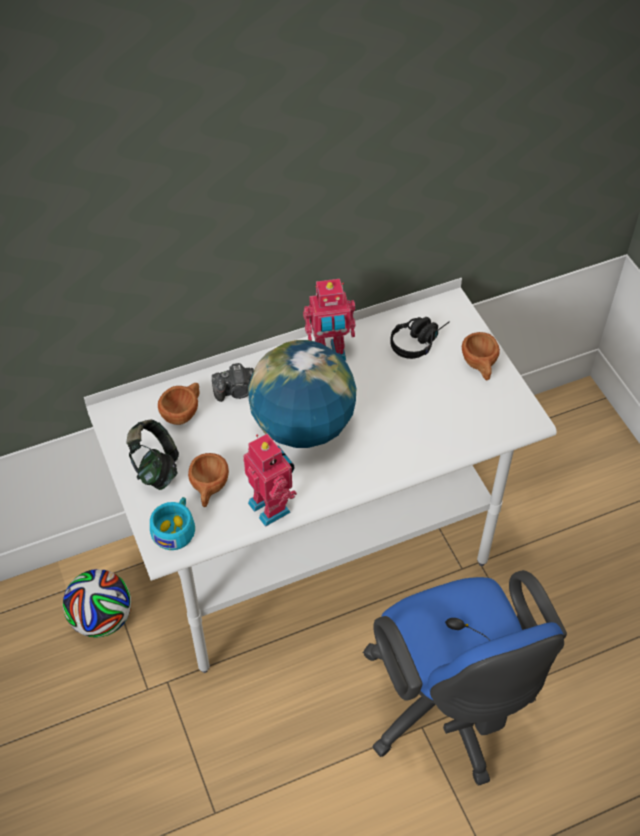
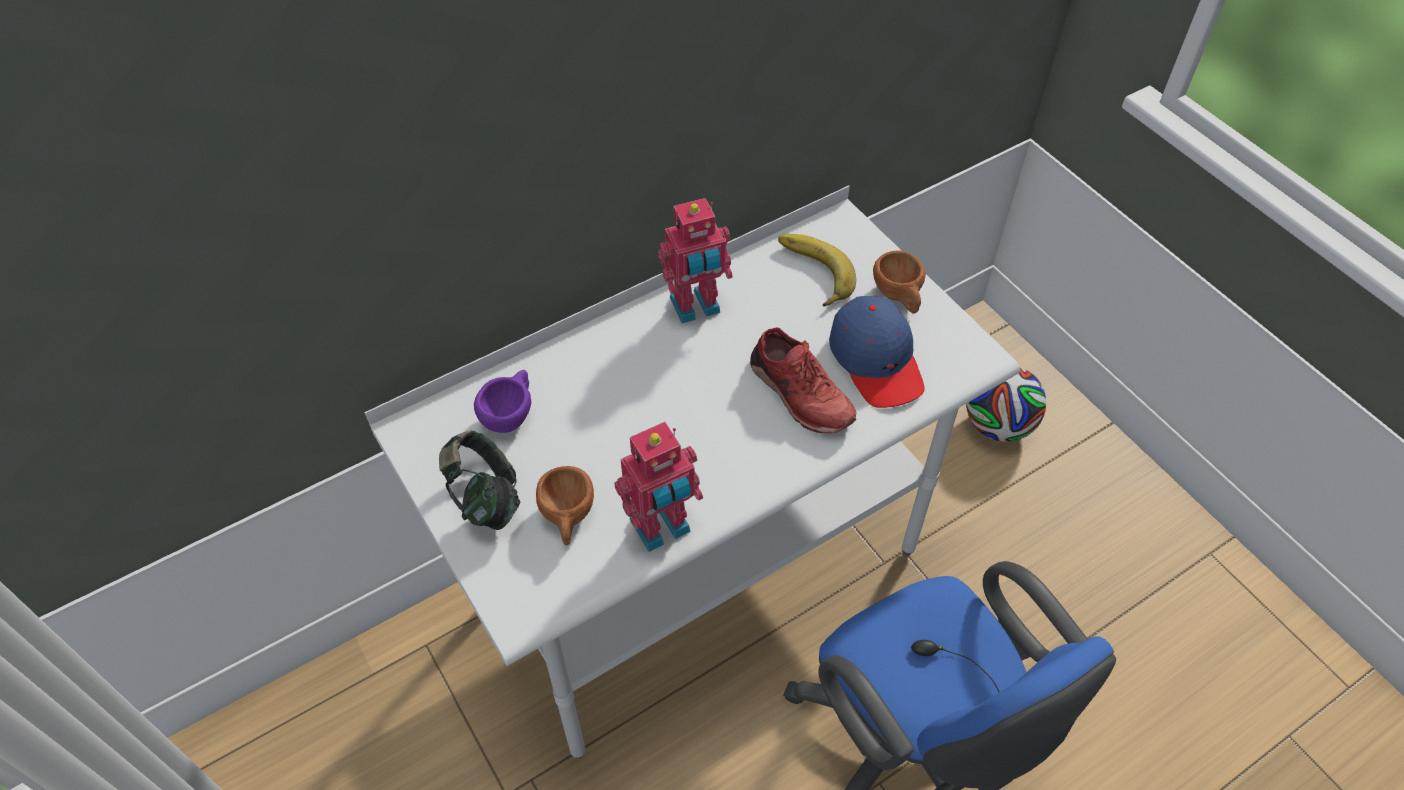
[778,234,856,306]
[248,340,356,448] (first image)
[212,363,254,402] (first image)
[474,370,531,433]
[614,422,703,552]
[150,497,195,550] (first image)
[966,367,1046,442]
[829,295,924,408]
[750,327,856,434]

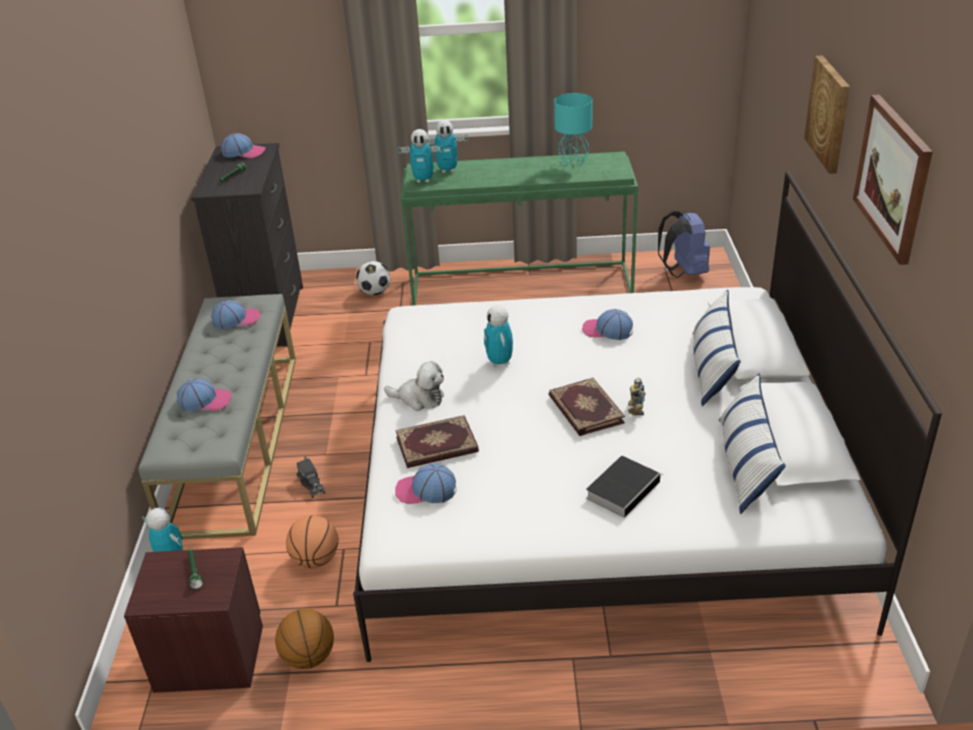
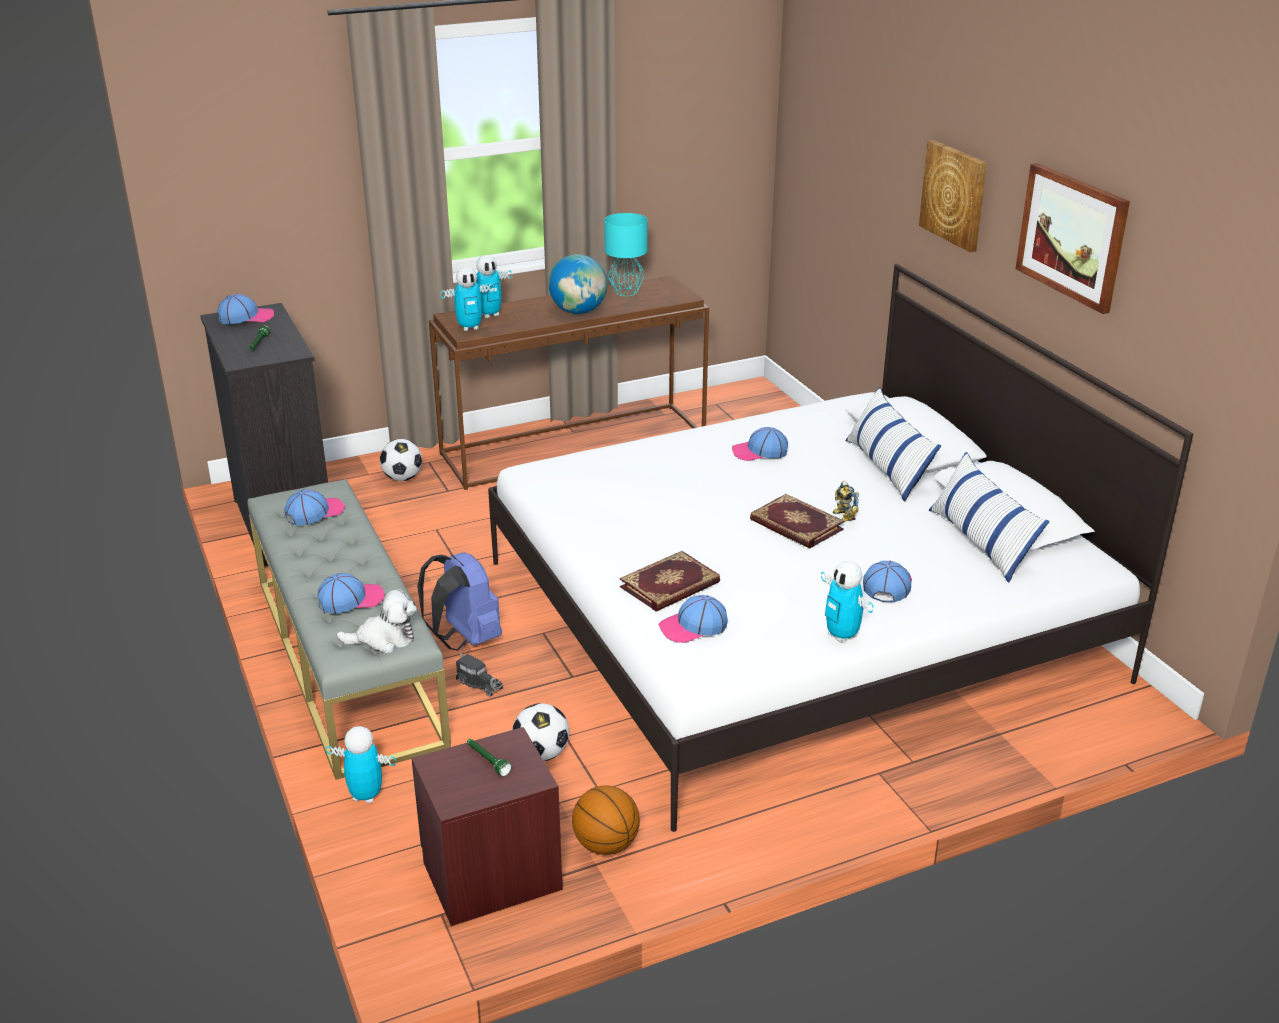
[429,276,709,490]
[417,553,502,651]
[821,561,874,643]
[337,589,417,653]
[863,561,912,602]
[512,703,570,761]
[549,254,607,314]

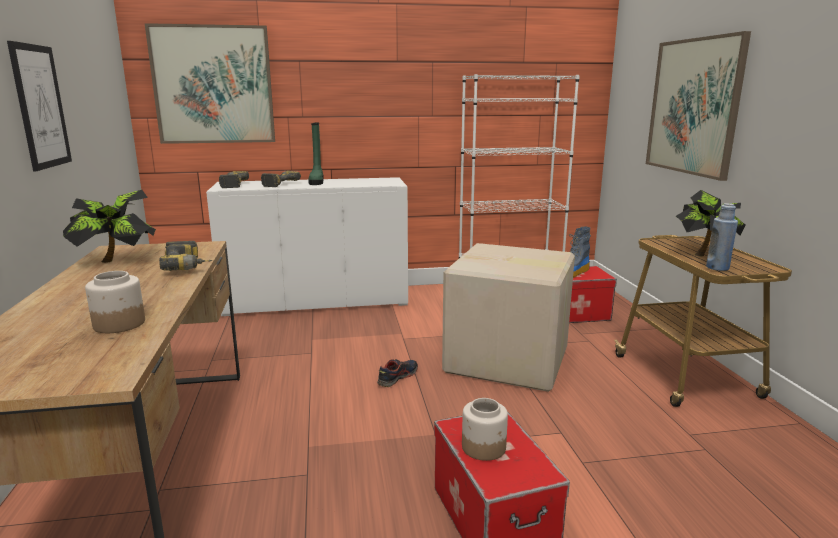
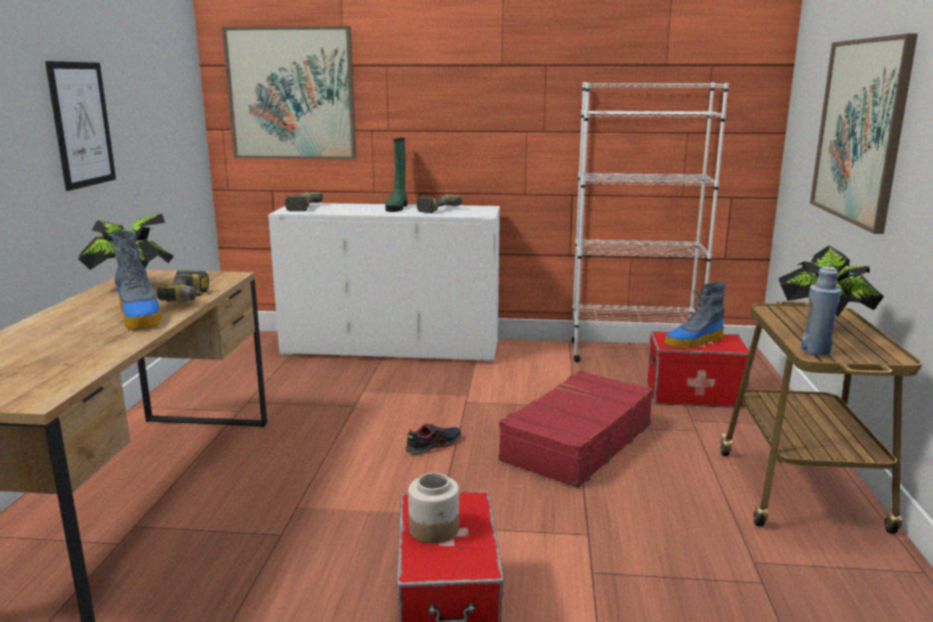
[416,194,462,213]
[499,370,653,488]
[85,271,145,333] (first image)
[110,231,162,330]

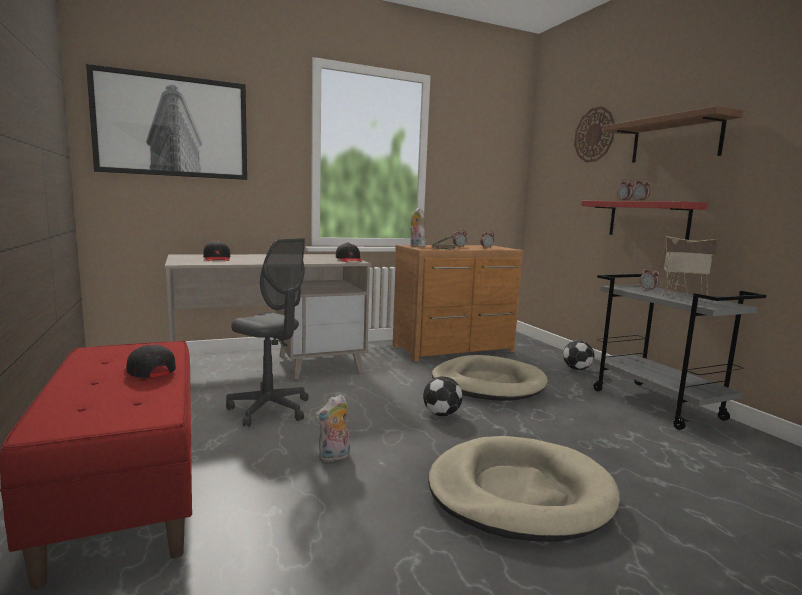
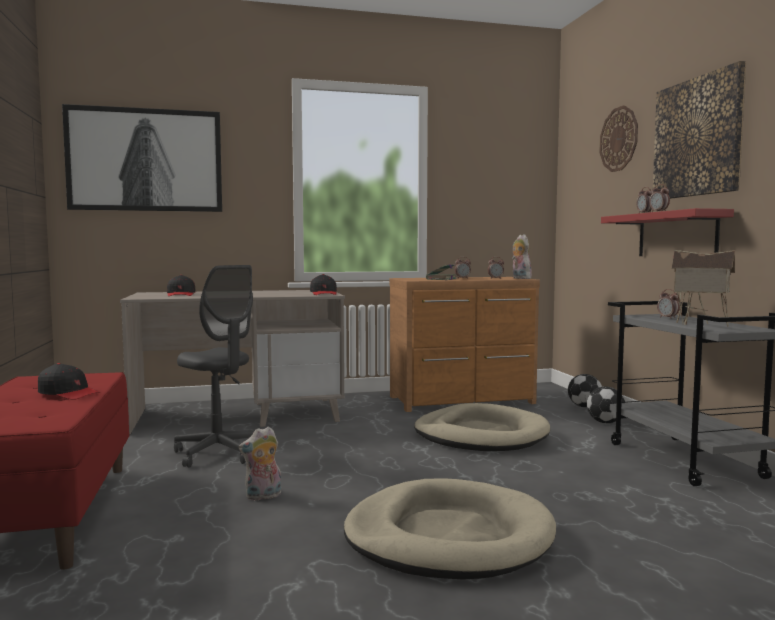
[653,61,746,199]
[512,234,532,279]
[38,363,101,399]
[568,374,602,407]

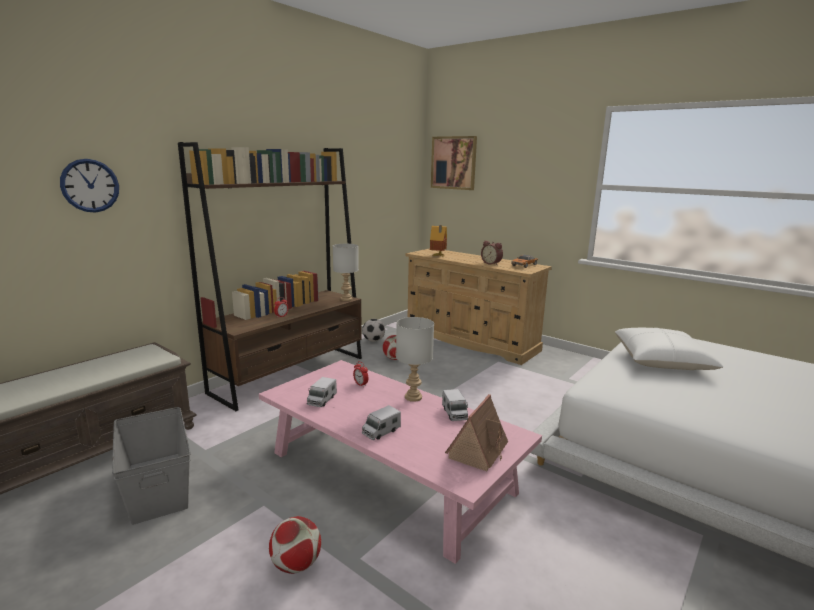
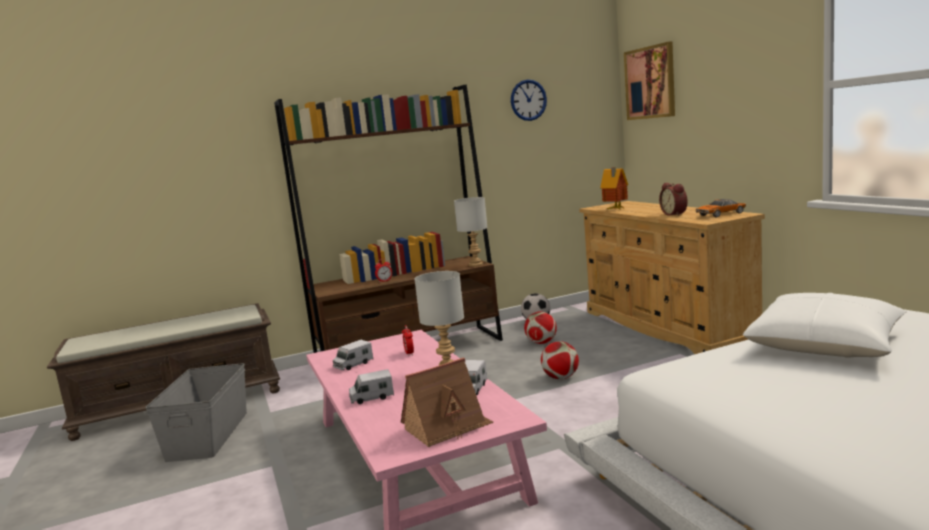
[511,79,547,121]
[541,342,579,379]

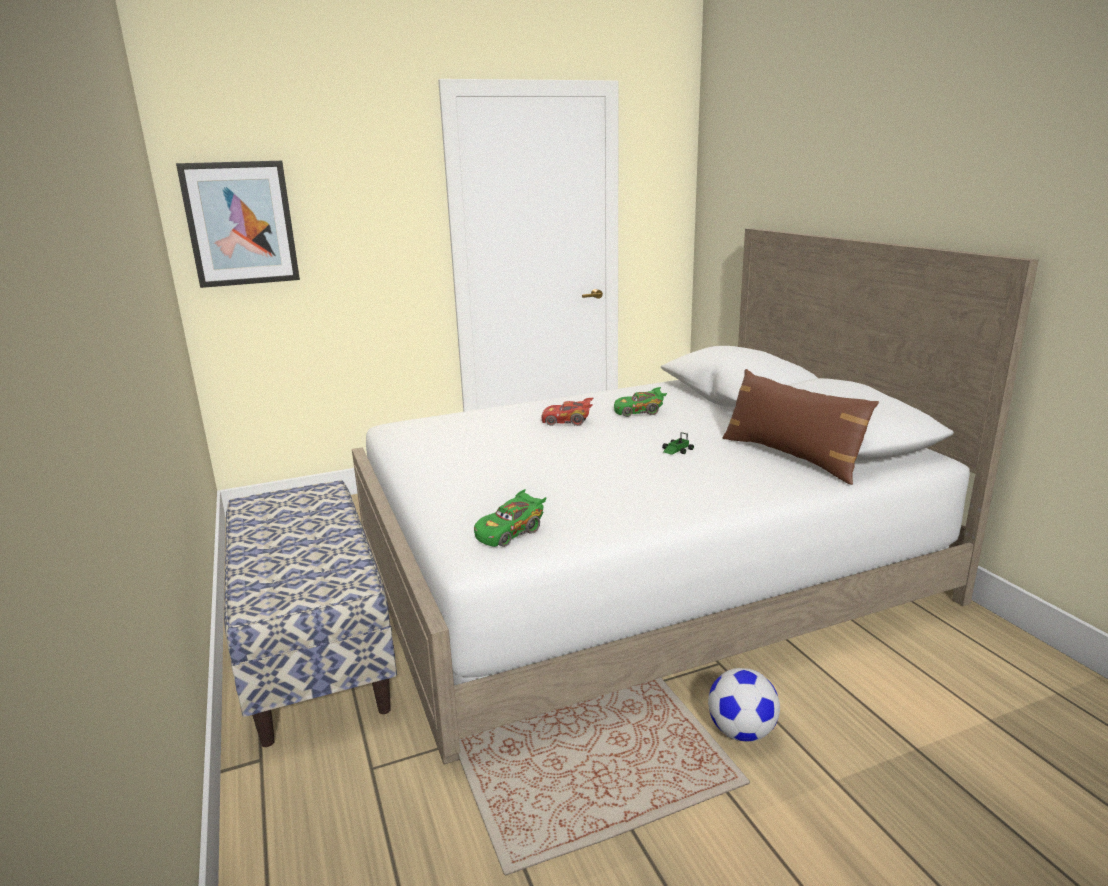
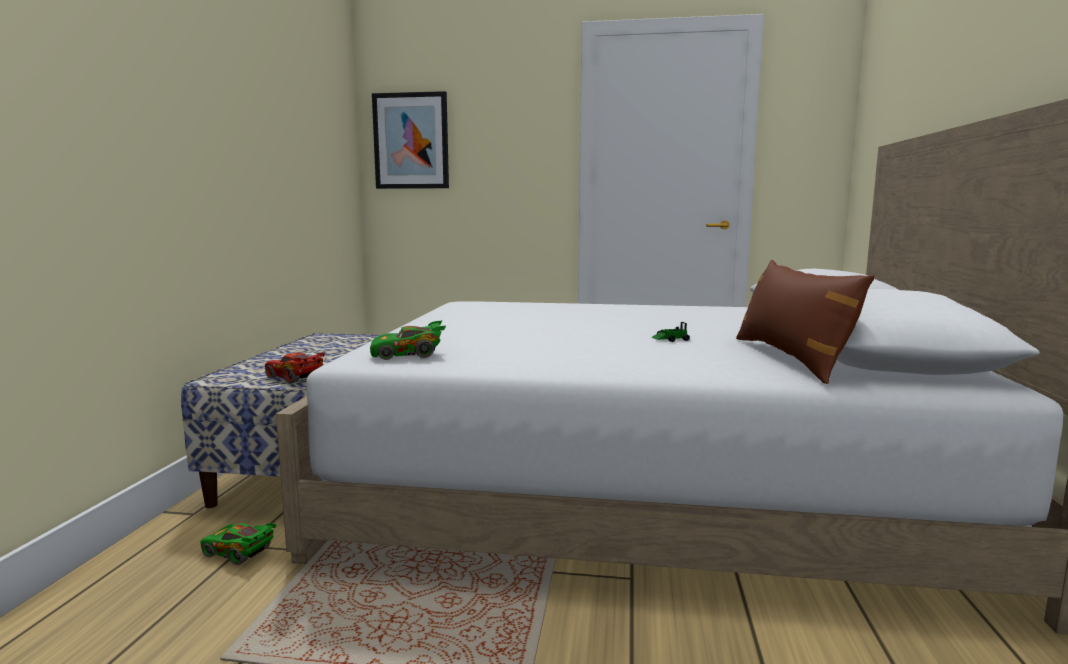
[200,523,277,565]
[265,353,325,383]
[708,668,780,742] (first image)

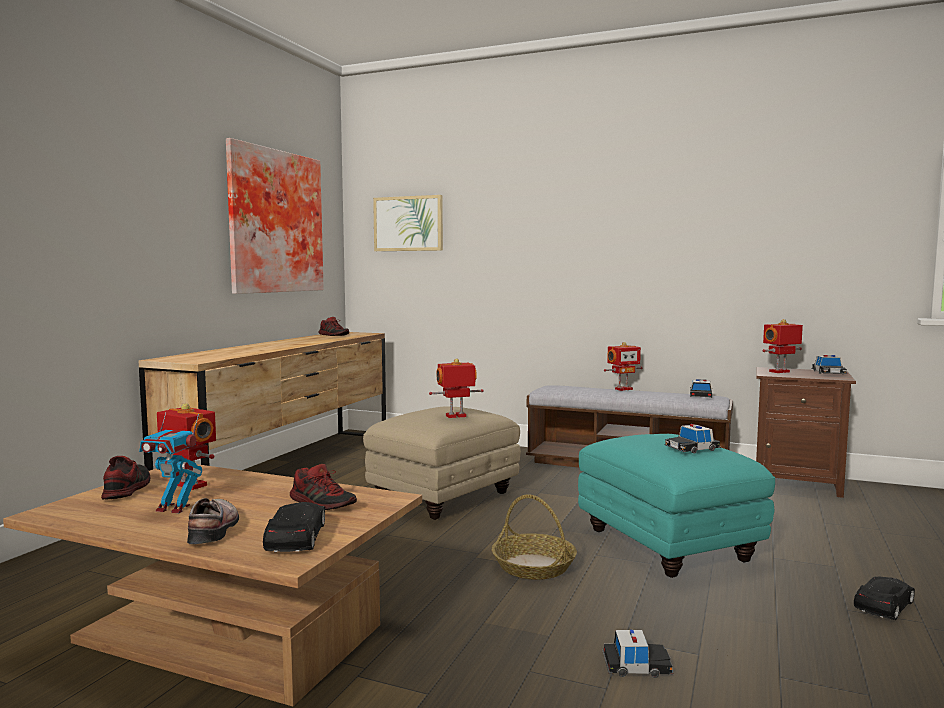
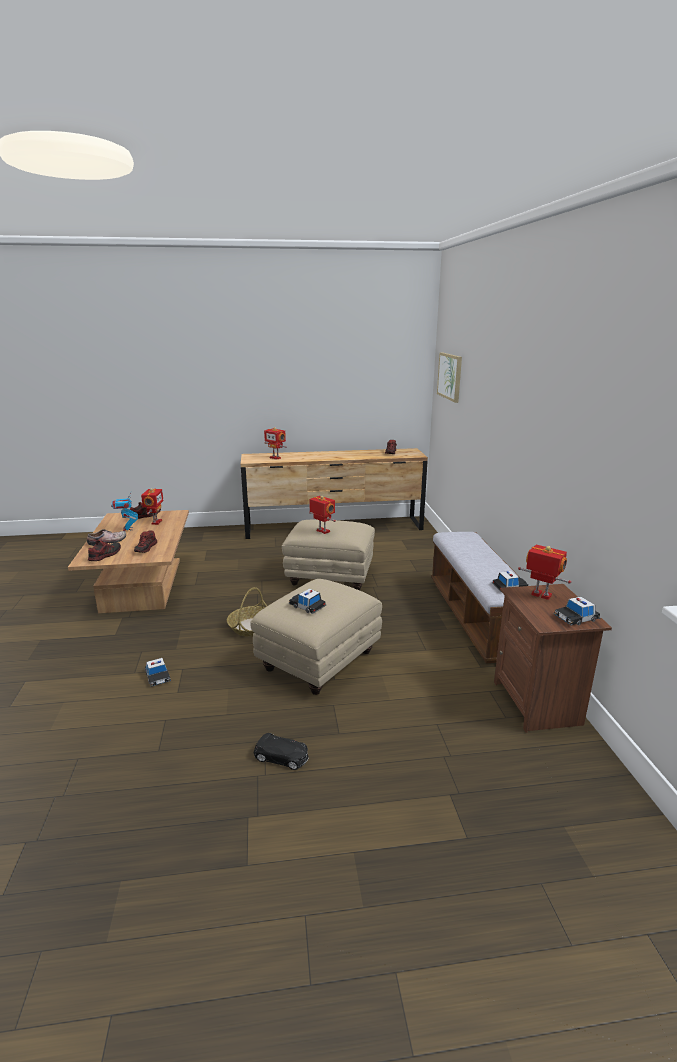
[226,138,324,294] (first image)
[264,427,287,460]
[250,579,382,695]
[88,540,121,561]

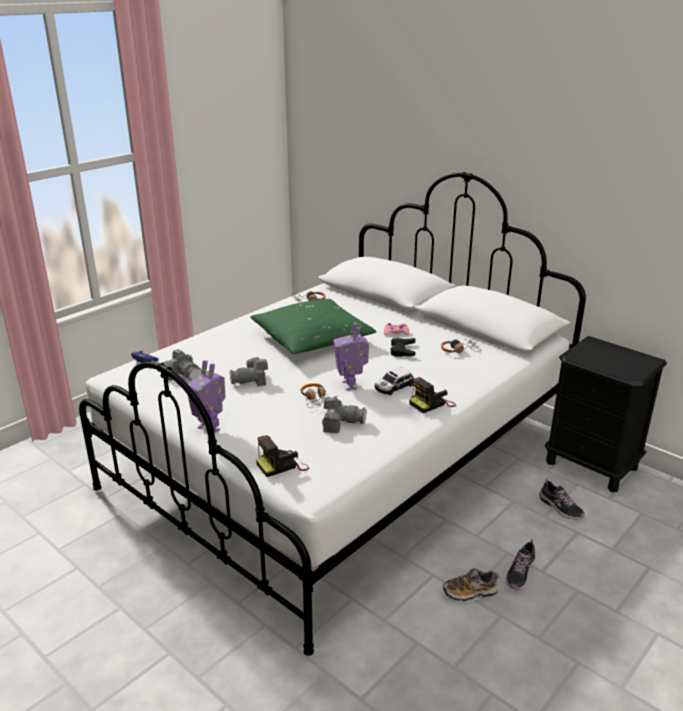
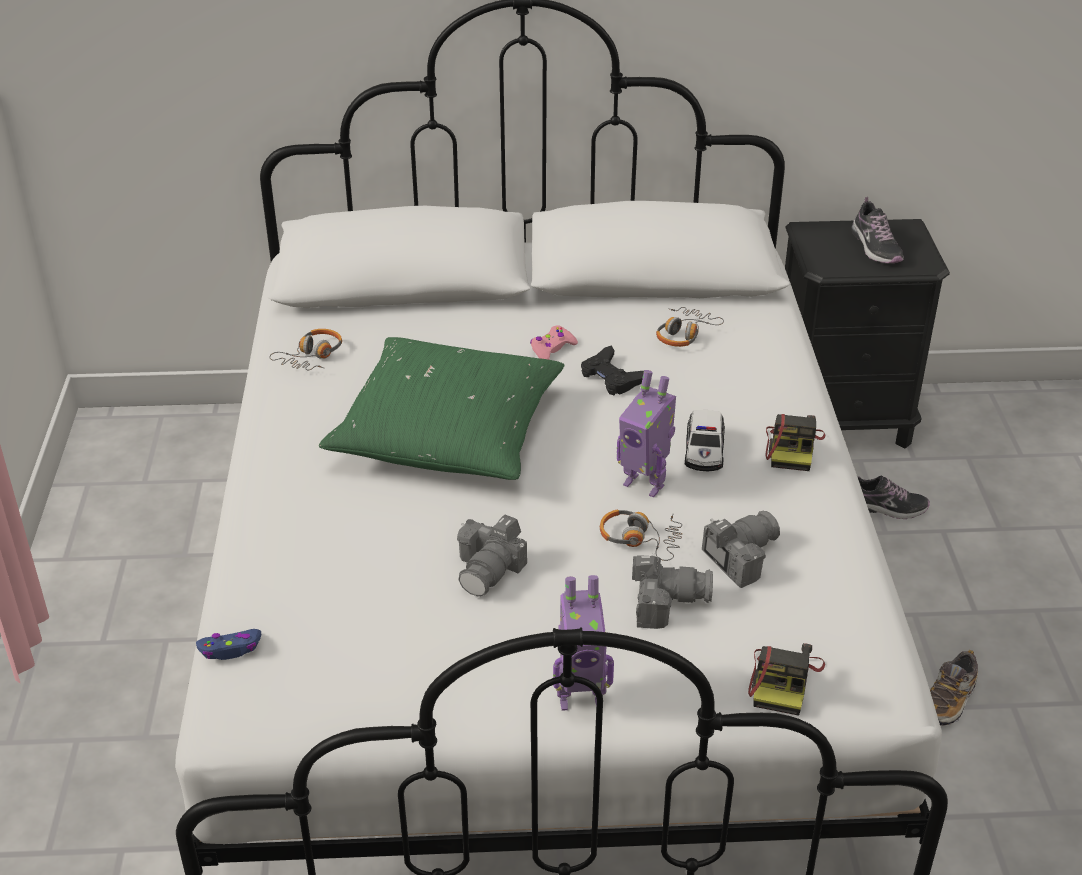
[632,553,713,629]
[852,197,904,263]

